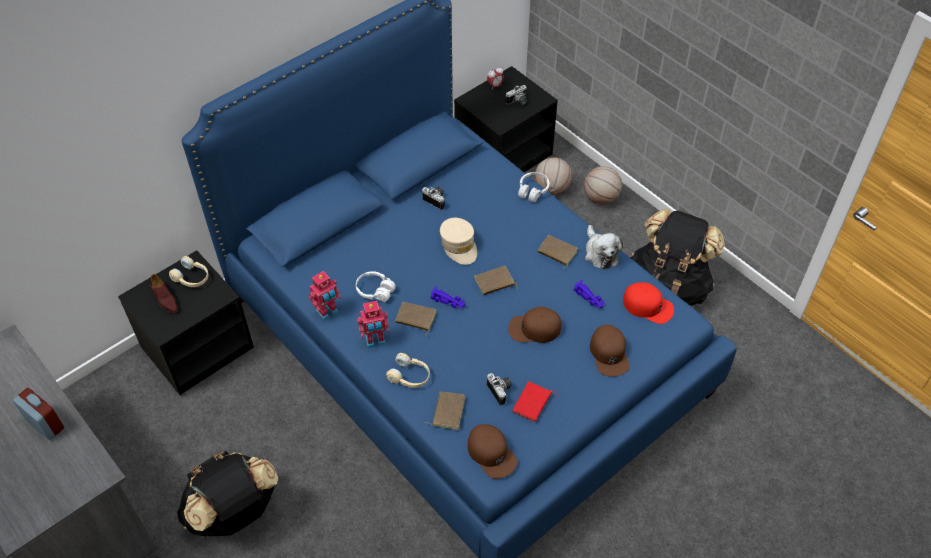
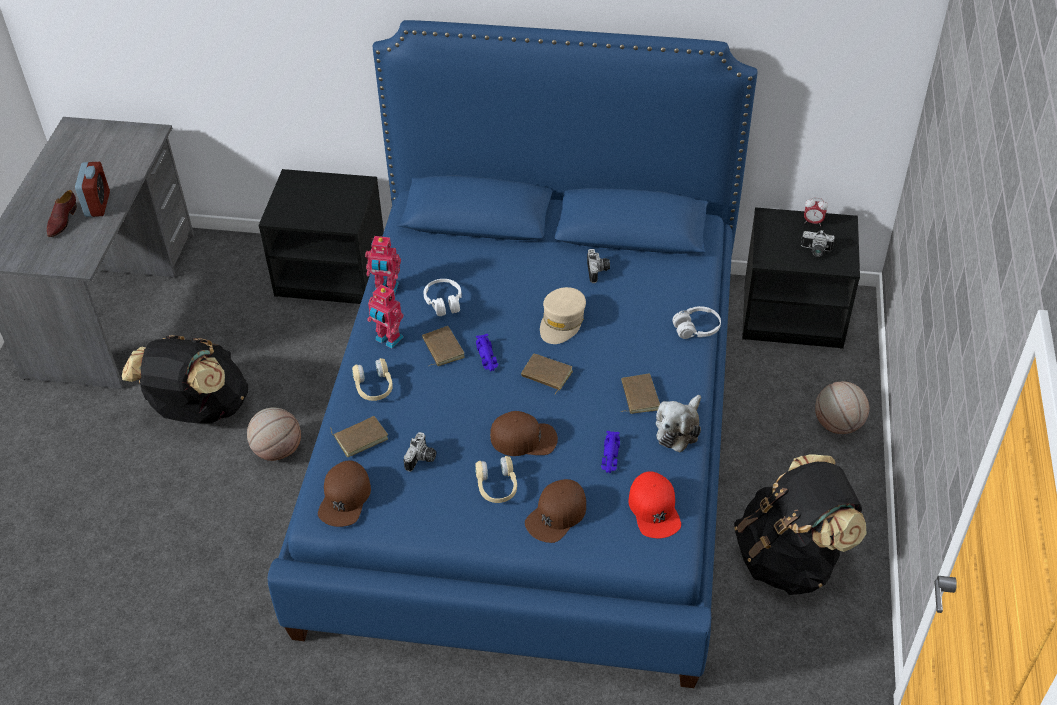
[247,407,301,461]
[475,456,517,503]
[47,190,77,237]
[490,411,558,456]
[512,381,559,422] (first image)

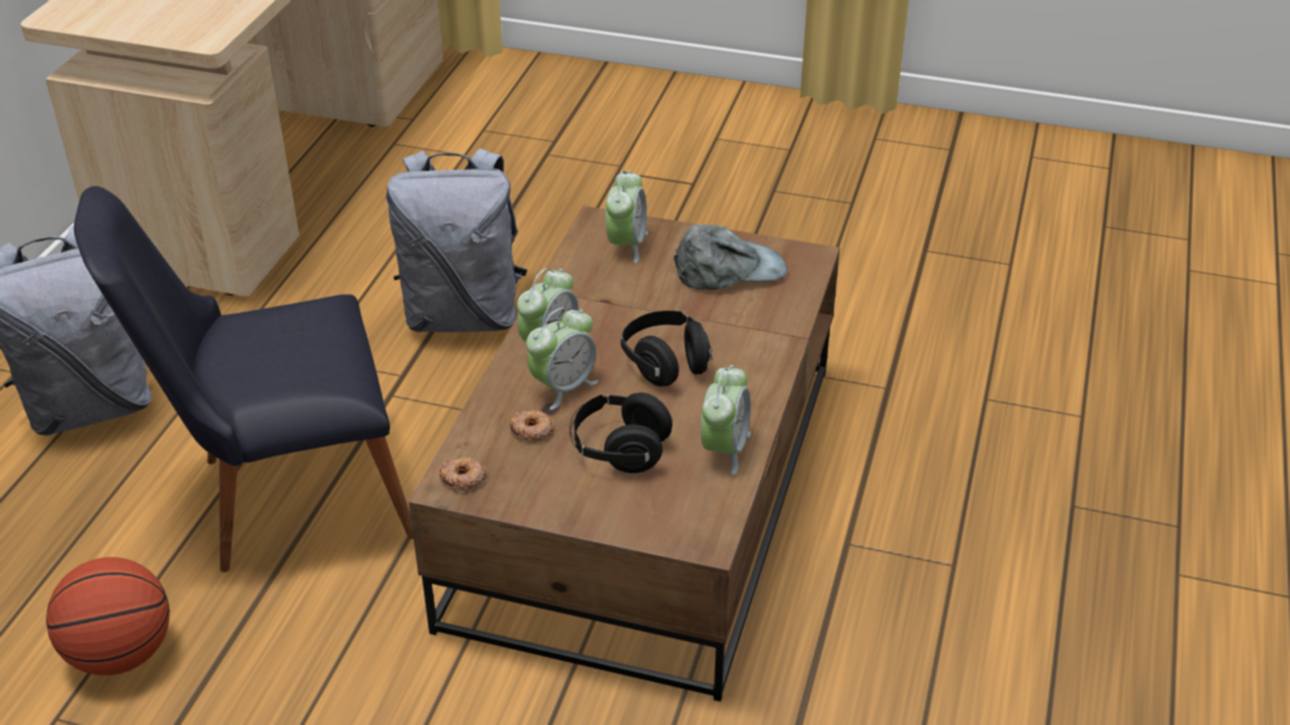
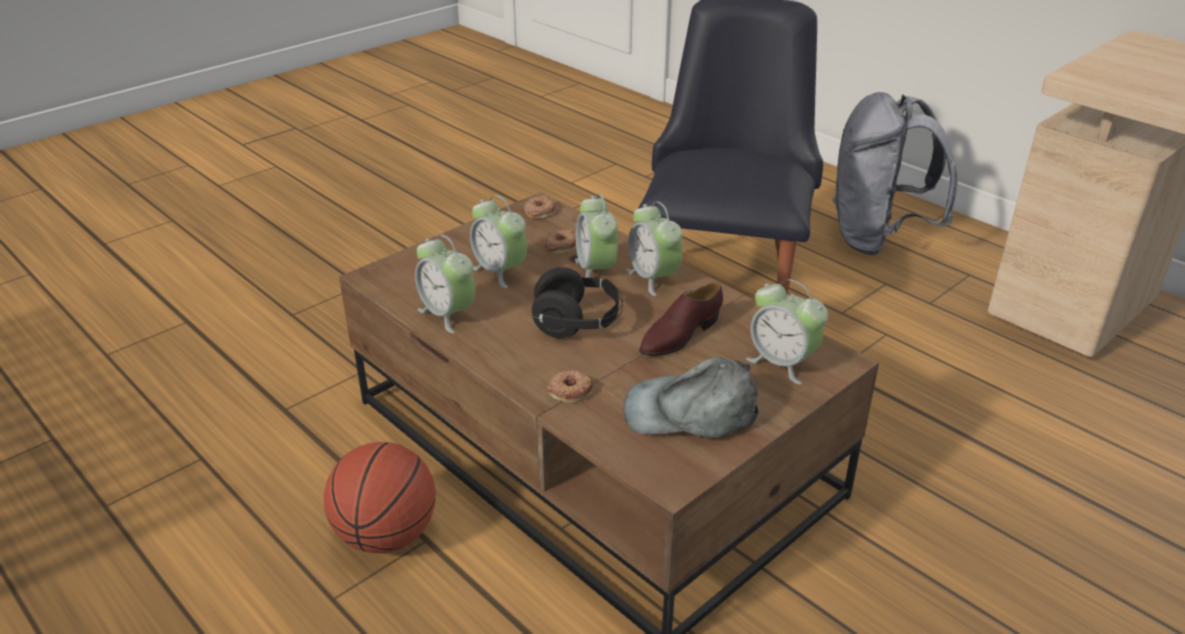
[386,148,527,332] (first image)
[624,357,758,438]
[470,195,527,288]
[324,442,436,553]
[639,282,723,356]
[547,370,593,403]

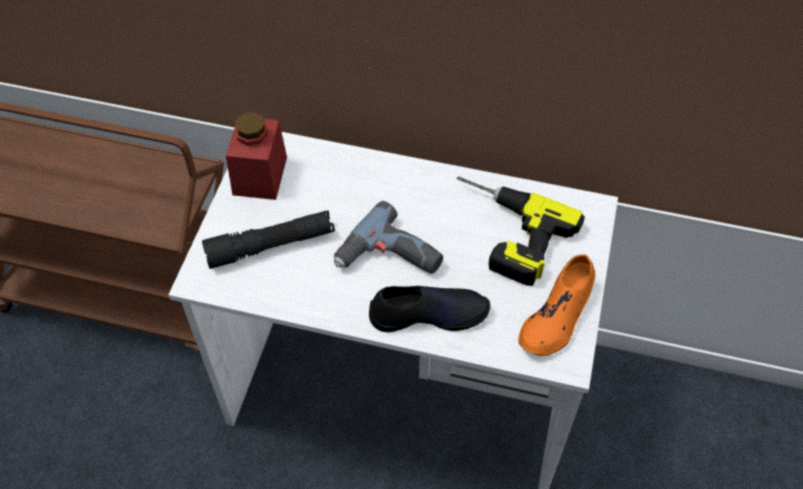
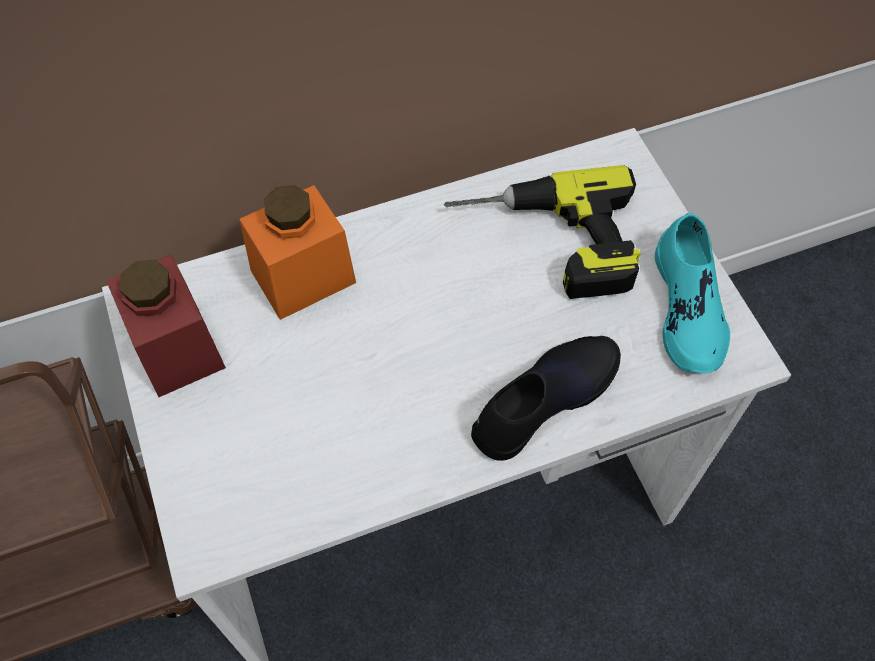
[334,201,443,274] (first image)
[202,210,335,269] (first image)
[655,213,730,373]
[239,185,356,320]

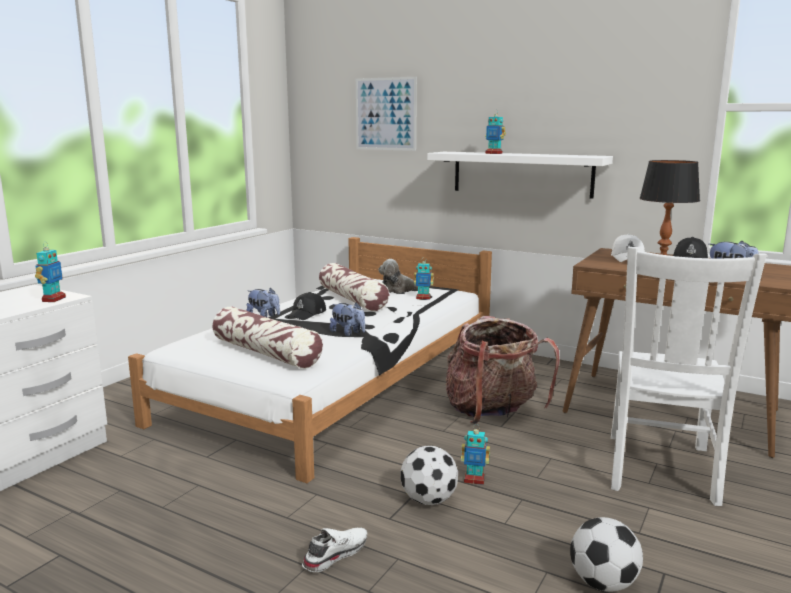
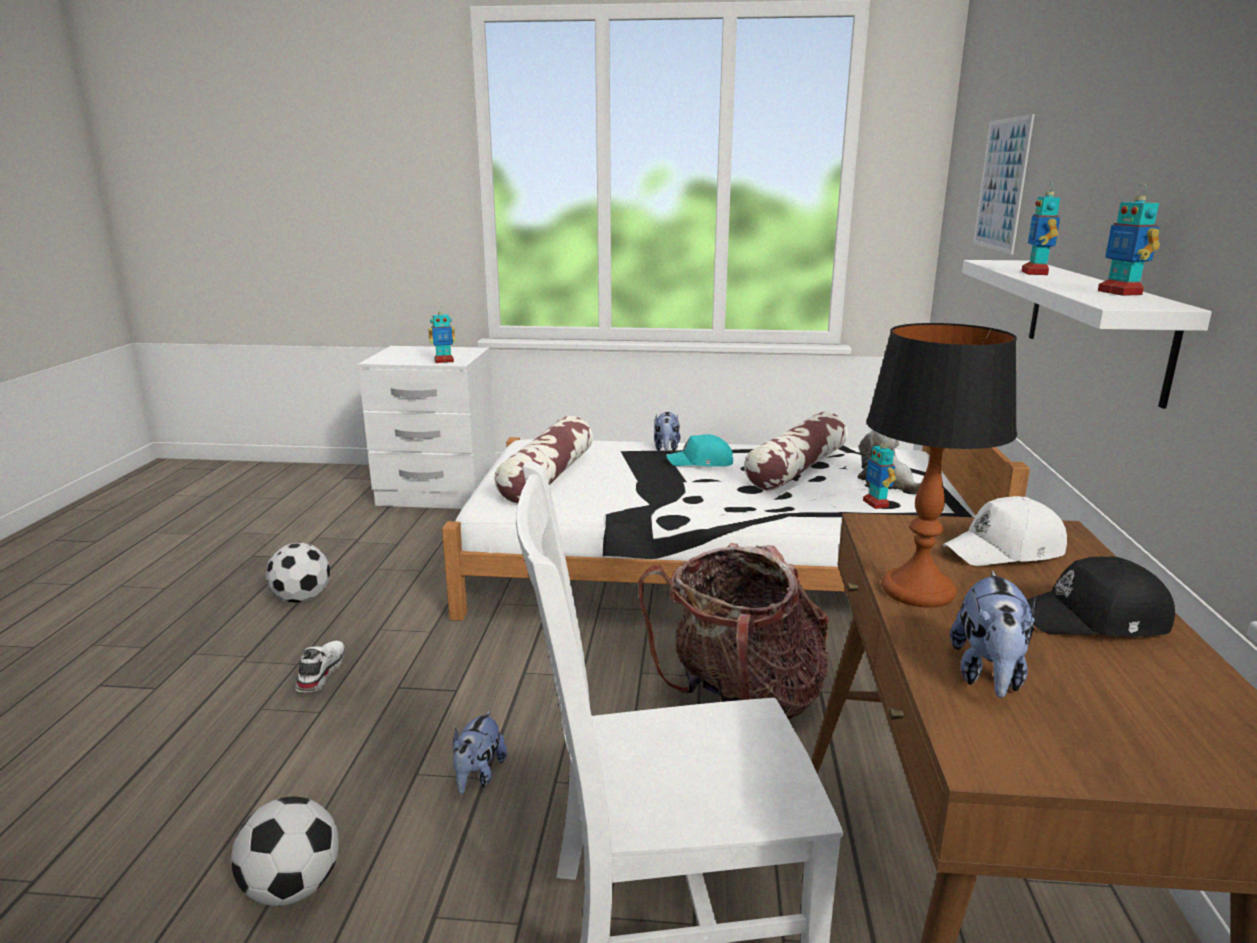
[666,434,733,467]
[453,710,507,794]
[1098,184,1160,296]
[266,543,330,603]
[295,641,345,692]

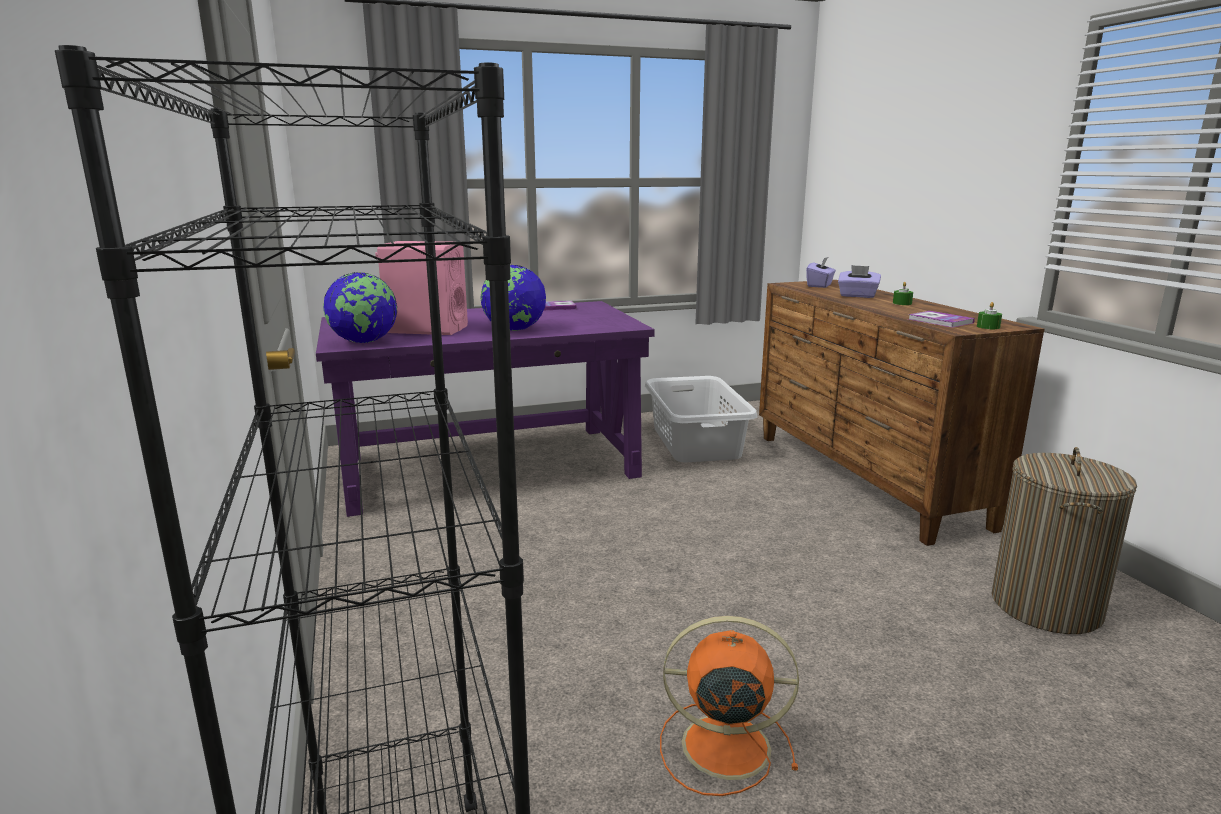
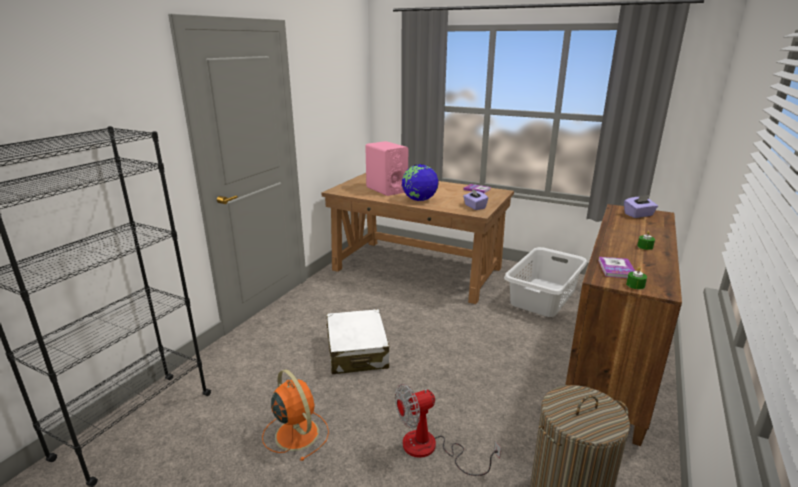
[463,189,488,210]
[323,272,397,343] (first image)
[321,173,514,304]
[327,309,390,374]
[395,384,501,476]

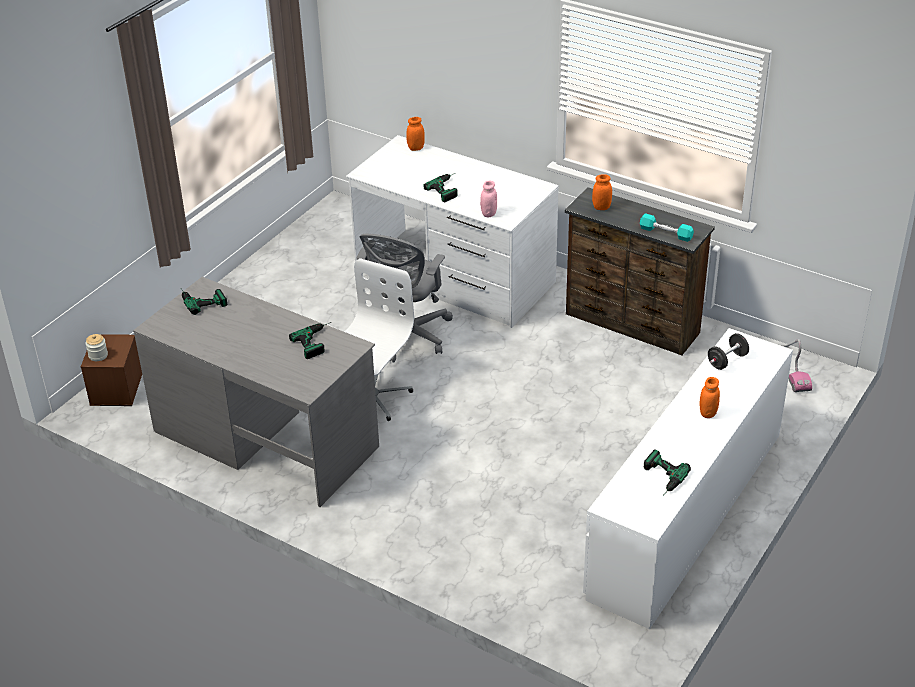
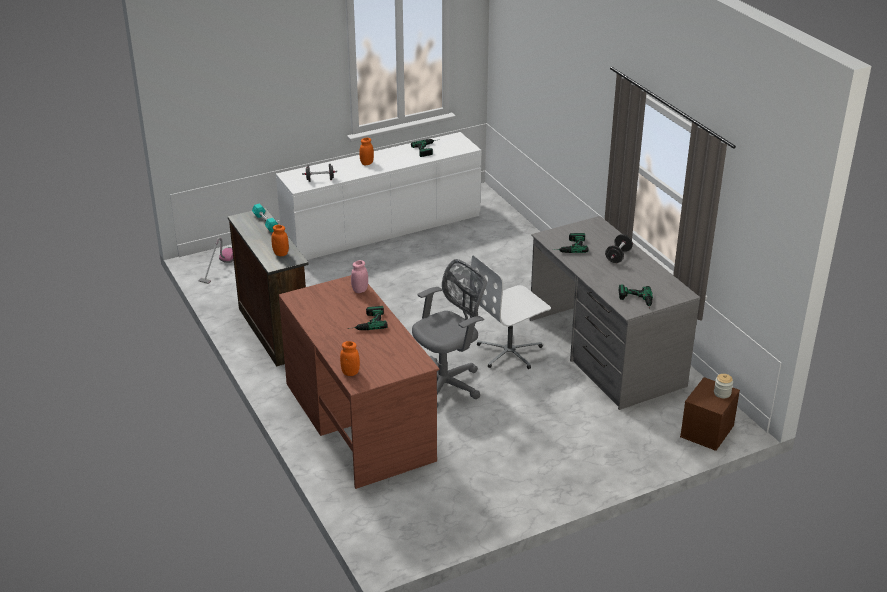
[279,275,439,489]
[605,234,633,263]

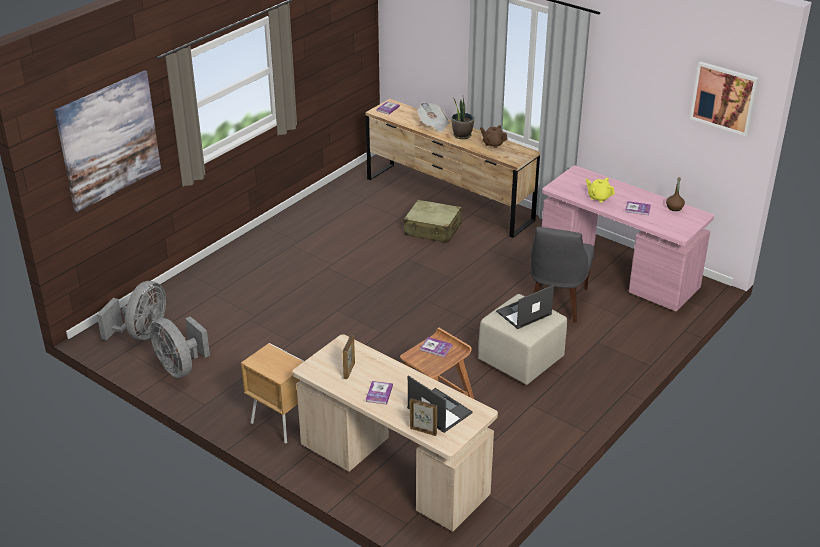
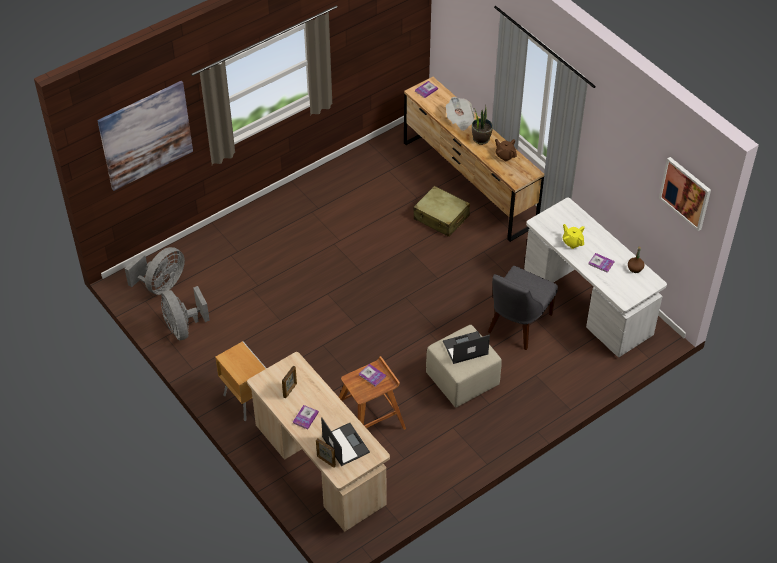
[524,198,667,357]

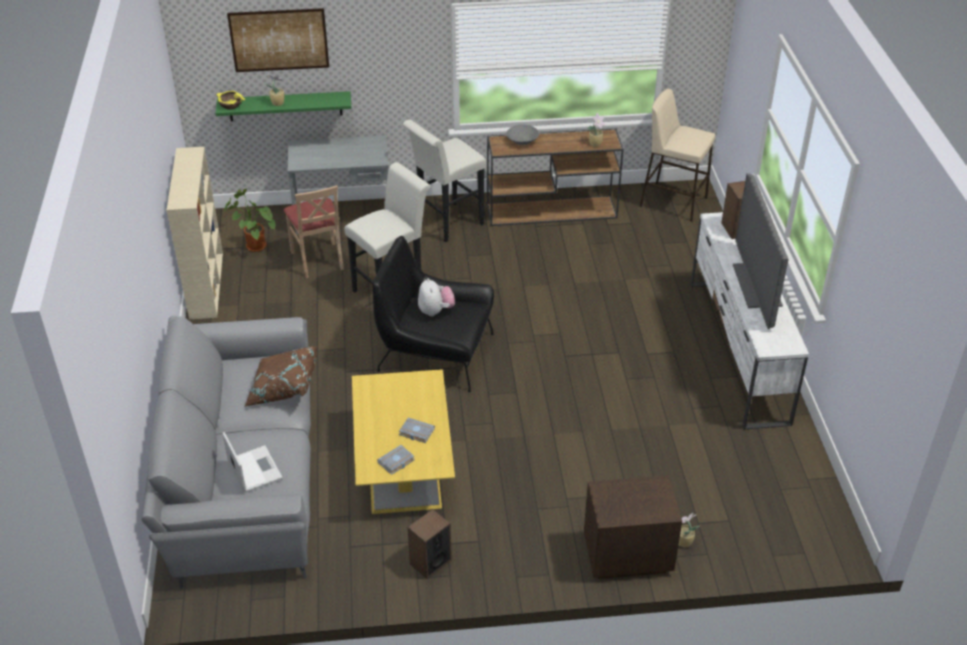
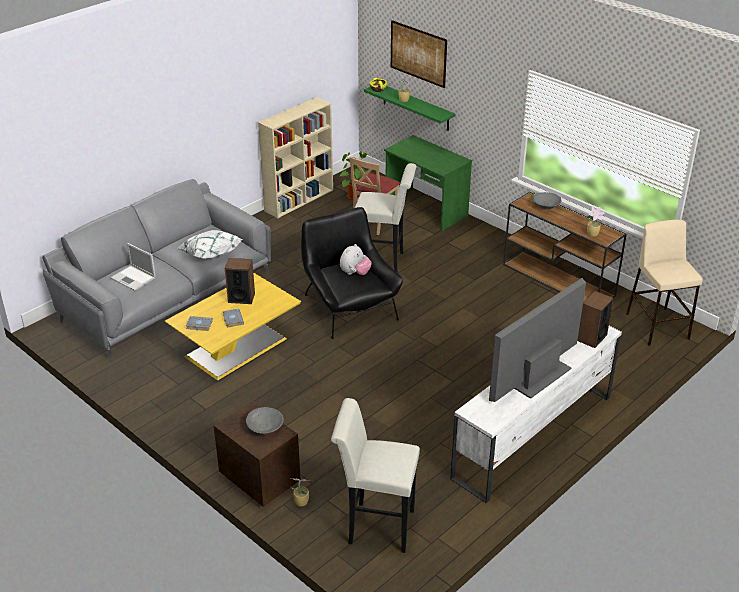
[331,398,420,553]
[384,135,472,231]
[177,230,243,259]
[110,243,156,291]
[225,258,255,304]
[246,407,284,434]

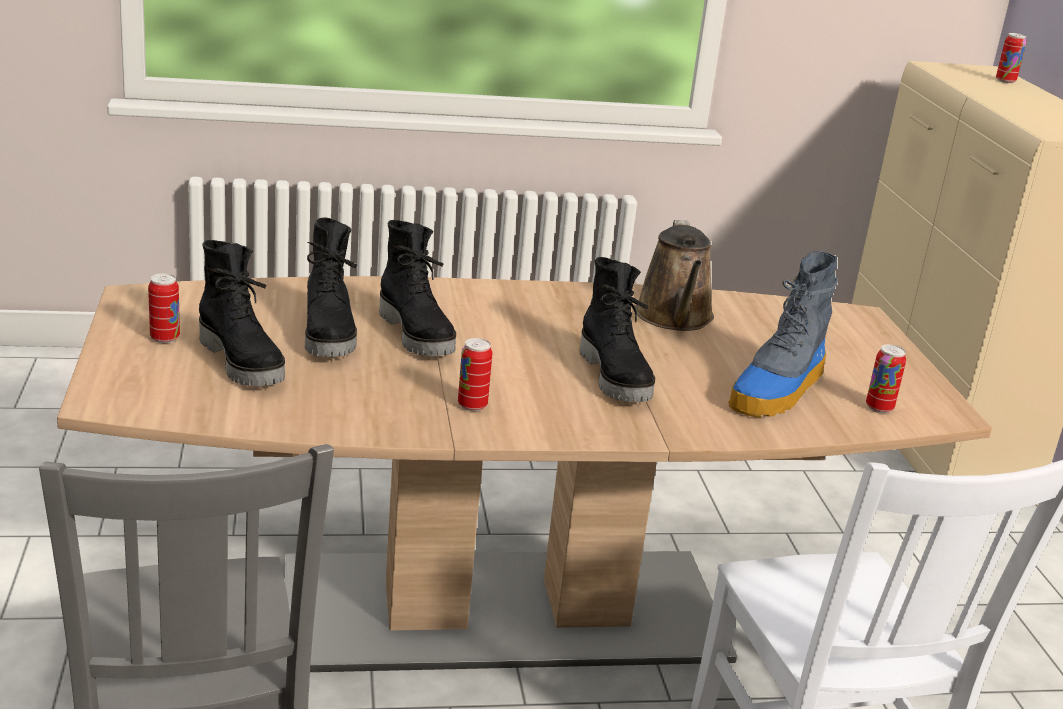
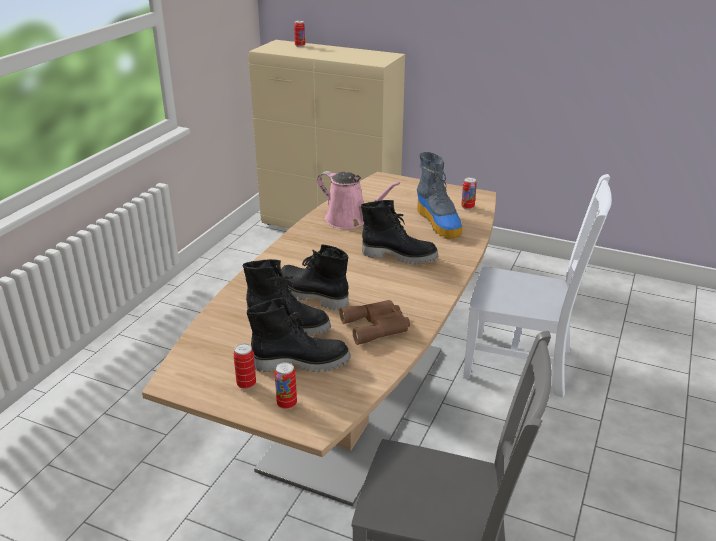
[281,244,349,311]
[317,171,400,229]
[275,362,297,409]
[339,300,410,345]

